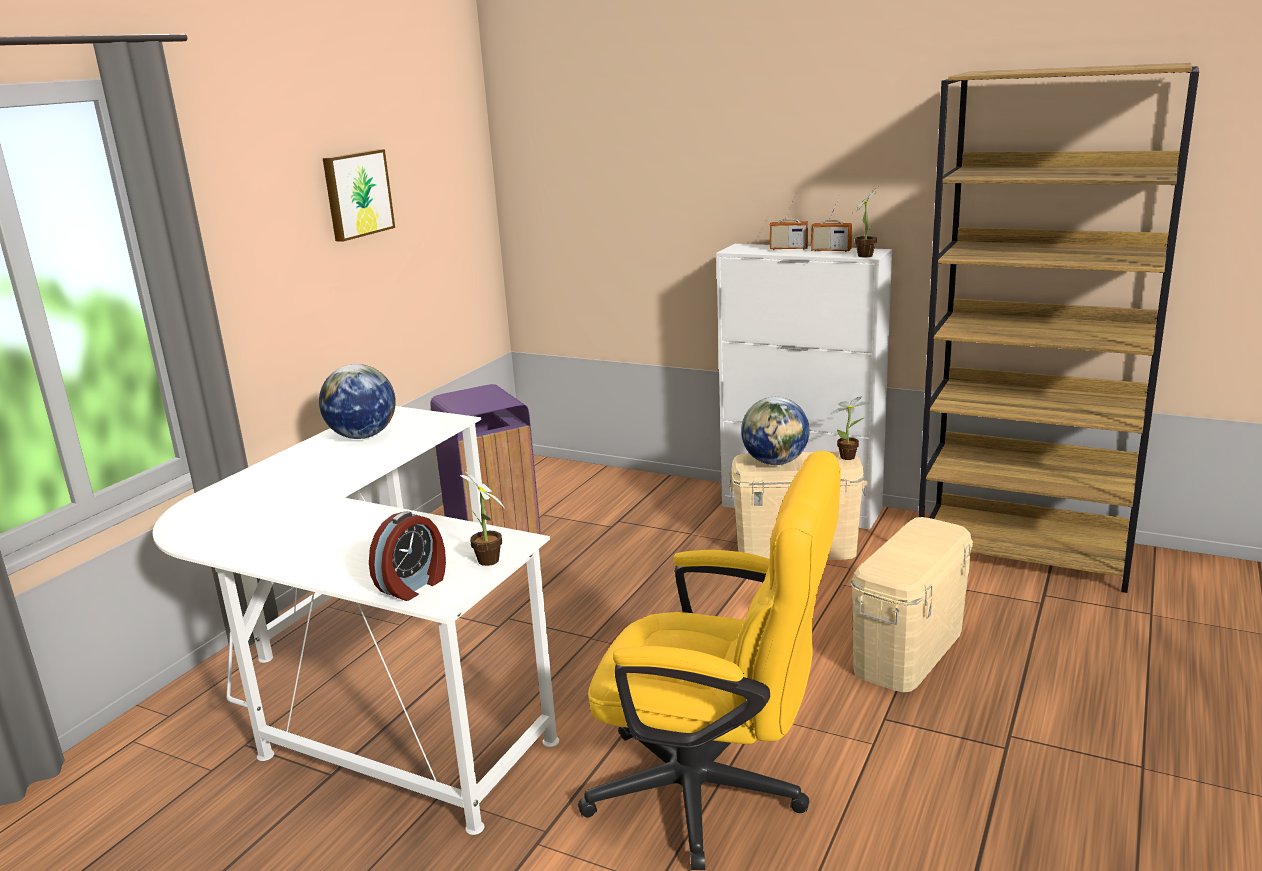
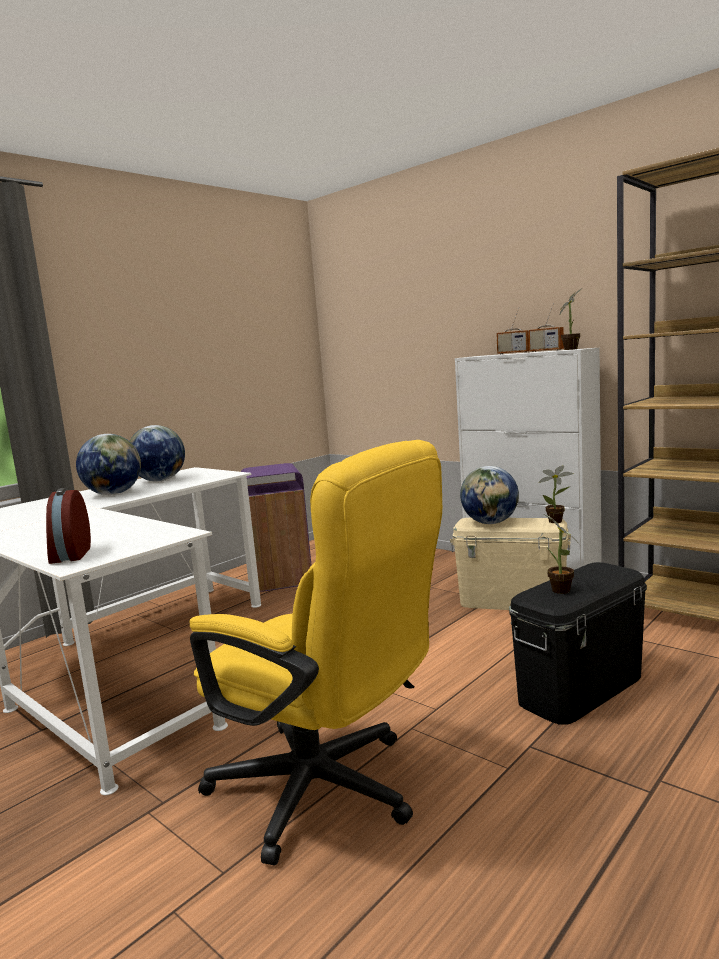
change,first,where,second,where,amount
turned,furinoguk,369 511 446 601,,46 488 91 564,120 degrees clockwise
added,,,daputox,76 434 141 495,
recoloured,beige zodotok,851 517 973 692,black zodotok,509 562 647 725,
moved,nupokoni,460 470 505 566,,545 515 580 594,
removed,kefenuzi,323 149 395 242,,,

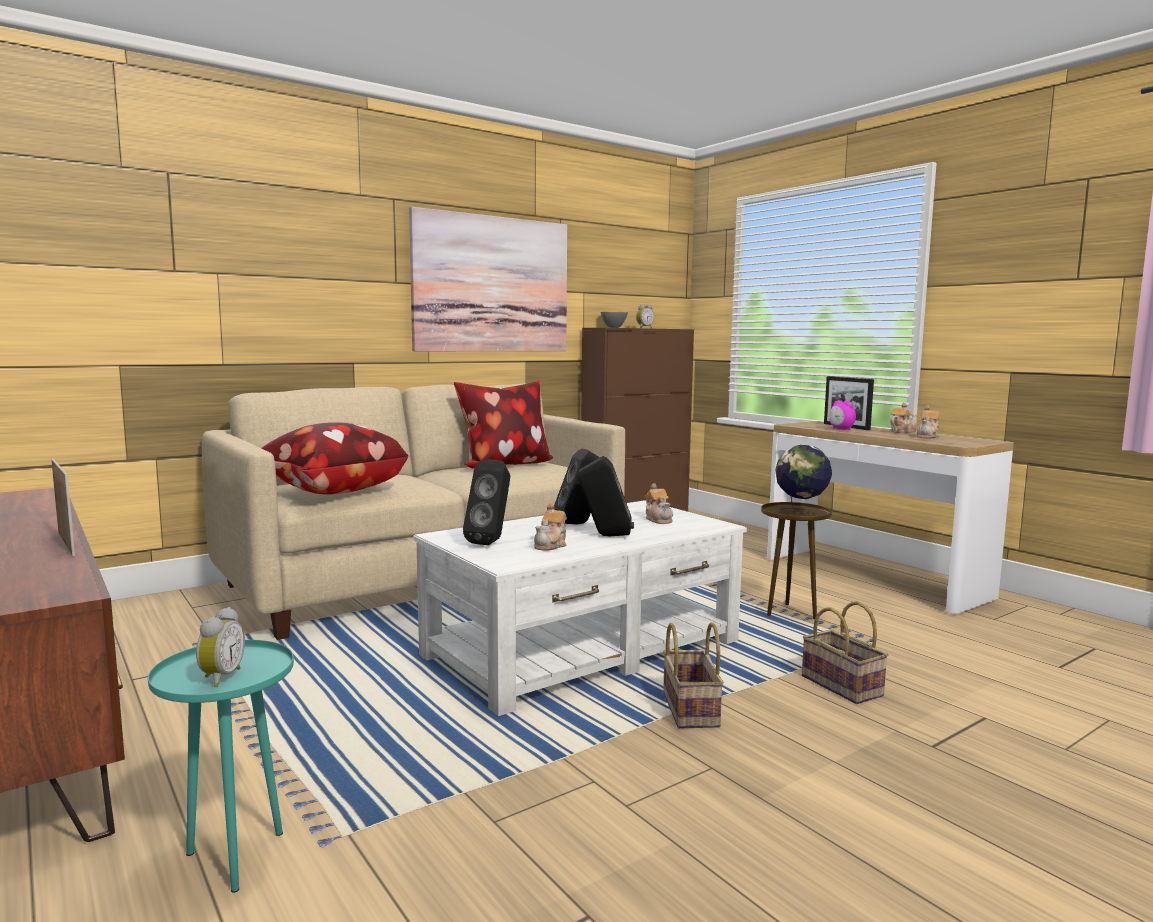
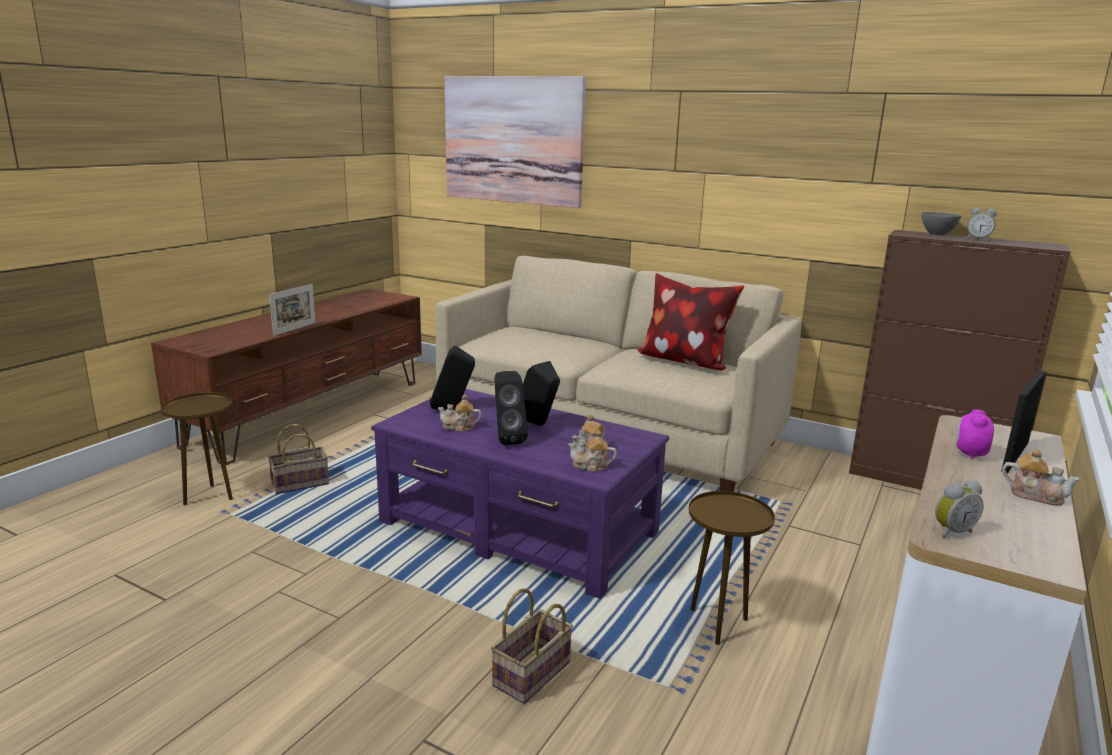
change,first,where,second,where,amount
recoloured,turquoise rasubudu,148 640 294 893,brown rasubudu,161 392 233 505,
moved,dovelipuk,663 622 724 728,,268 424 329 494,
recoloured,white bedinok,413 500 747 716,purple bedinok,371 389 669 599,
moved,kefenuzi,409 207 567 351,,445 76 586 208,
moved,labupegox,917 405 940 438,,568 430 617 472,
moved,furinoguk,196 607 245 687,,935 480 984 538,
removed,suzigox,261 422 409 495,,,
removed,daputox,775 445 832 516,,,

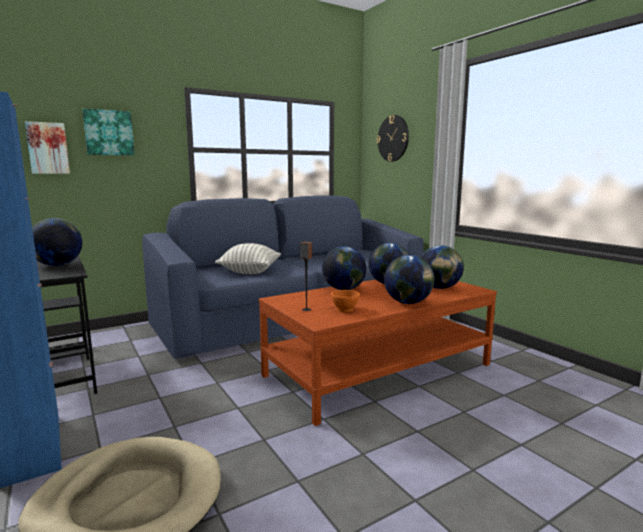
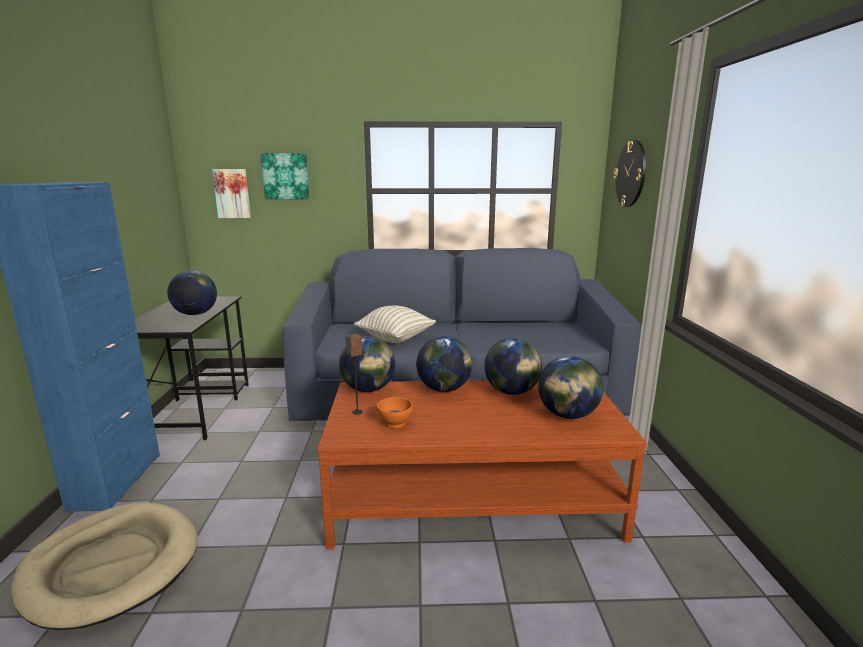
change,first,where,second,where,amount
moved,daputox,384 255 434 304,,339 336 395 392,

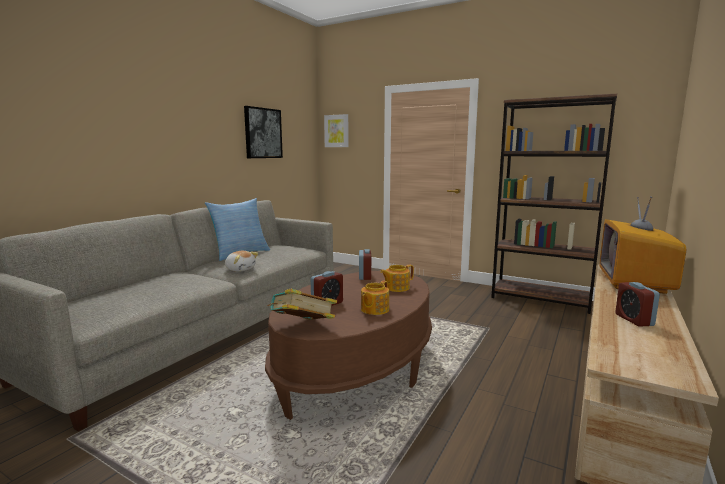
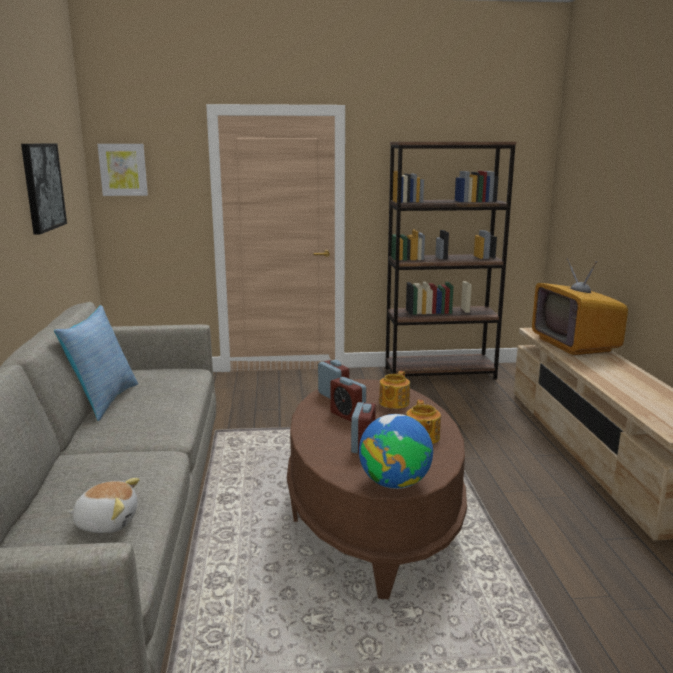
change,first,where,second,where,amount
moved,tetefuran,225 251 258 272,,67 478 140 533,
moved,furinoguk,615 282 660 327,,330 377 366 422,
replaced,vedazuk,267 289 337 320,daputox,359 414 433 489,

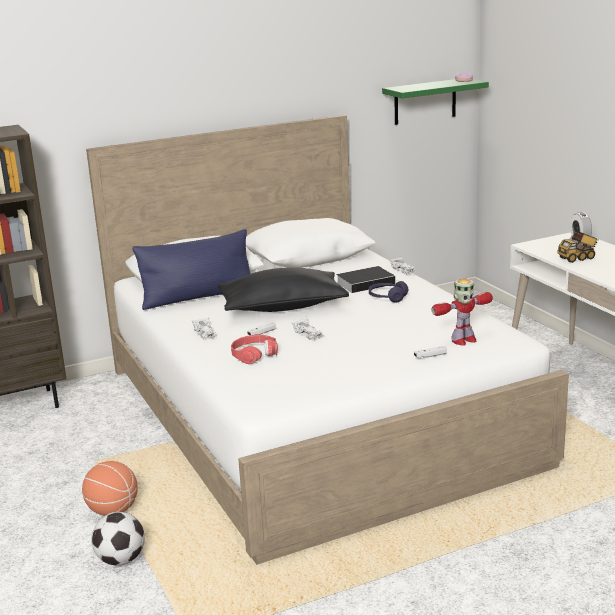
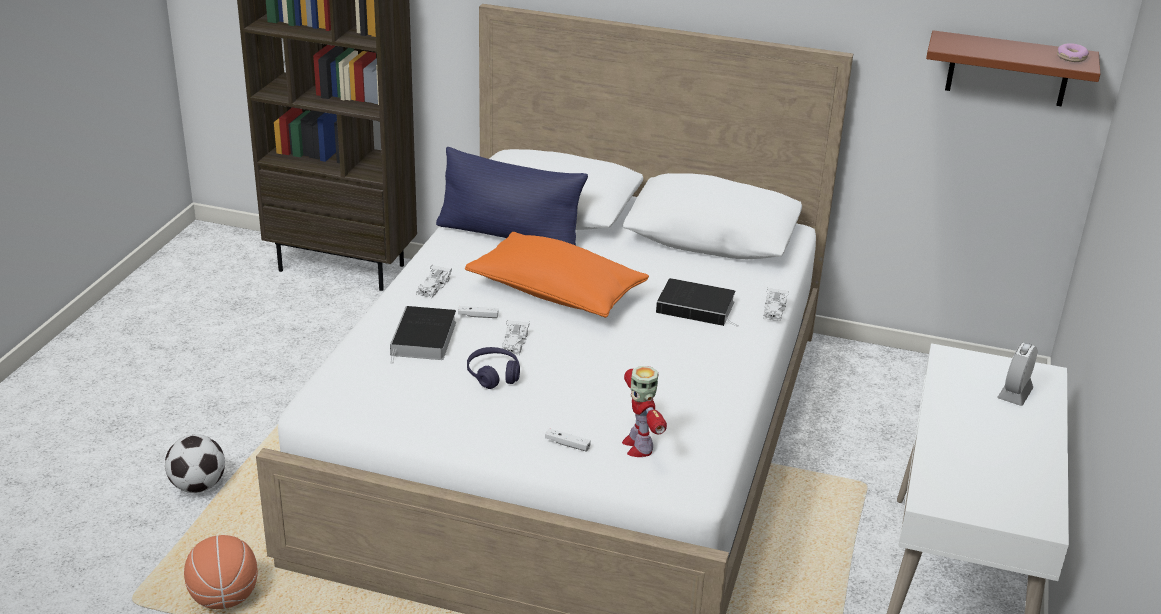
change,first,where,second,where,amount
moved,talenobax,82 461 138 516,,184 535 258 609,
replaced,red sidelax,231 335 278 364,vedazuk,390 306 456 364,
recoloured,black suzigox,218 267 349 312,orange suzigox,465 232 649 318,
moved,purple sidelax,369 281 408 303,,467 347 520 389,
turned,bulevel,431 279 493 346,,622 366 667 457,60 degrees clockwise
recoloured,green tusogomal,382 79 489 125,brown tusogomal,926 30 1100 106,
removed,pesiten,557 230 598 263,,,

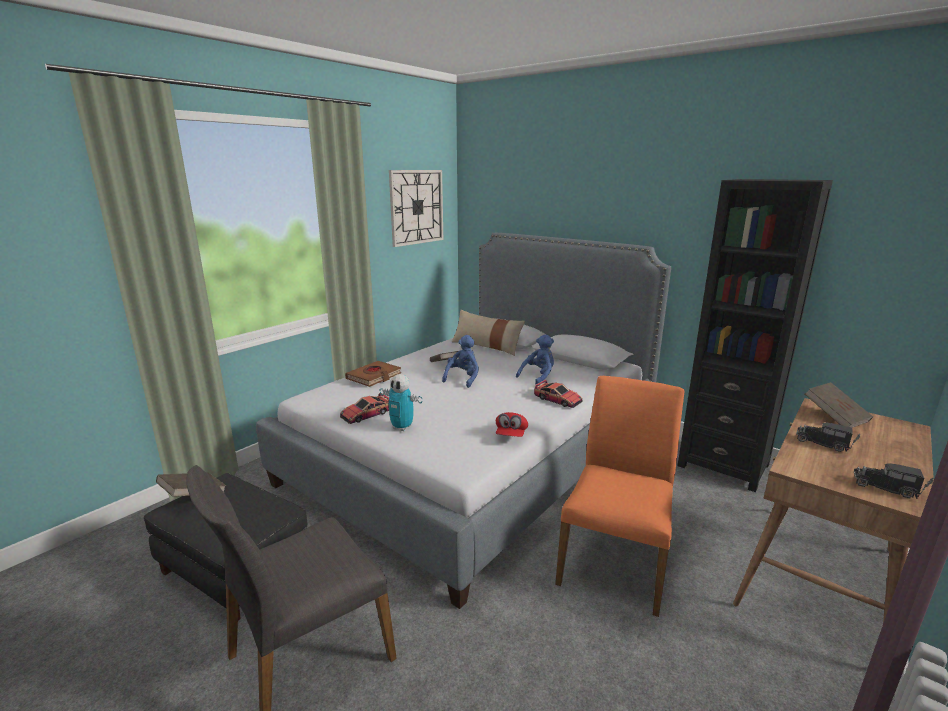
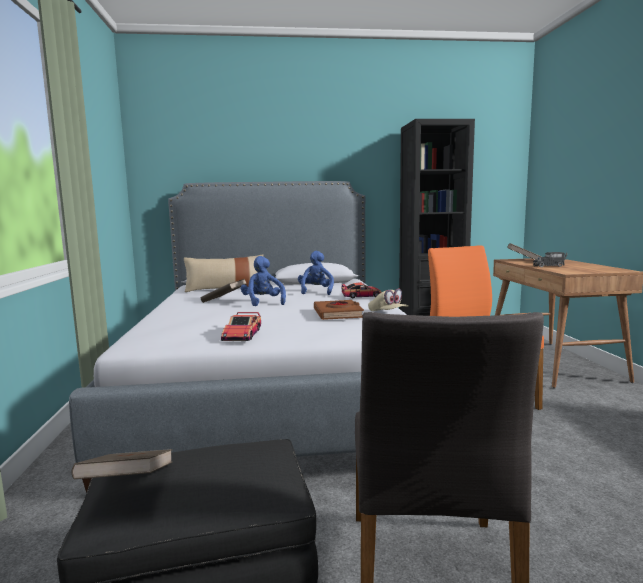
change,first,where,second,where,amount
moved,brown vedazuk,345 361 401 387,,314 300 364 320,
recoloured,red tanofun,496 412 528 437,beige tanofun,368 288 408 311,
removed,bulevel,380 374 423 431,,,
removed,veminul,389 170 443 247,,,
removed,pesiten,854 463 933 499,,,

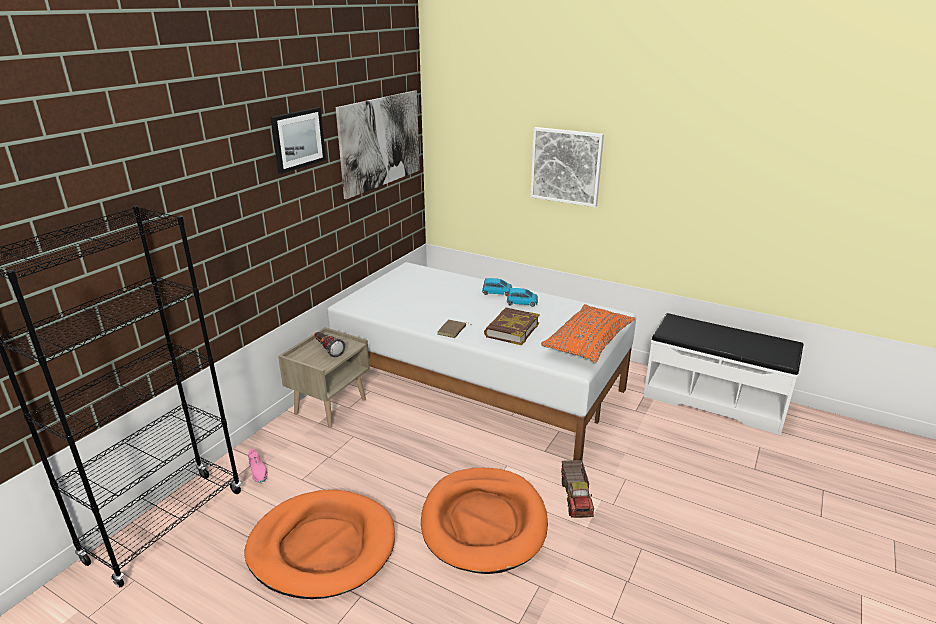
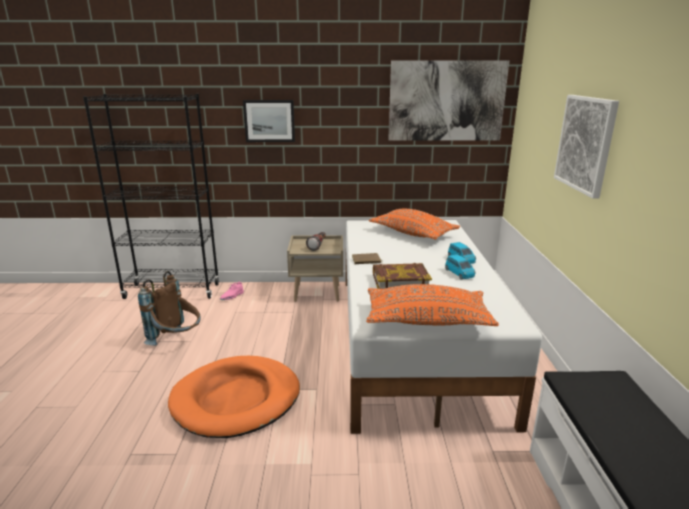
change,first,where,second,where,amount
replaced,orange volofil,244 490 395 599,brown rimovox,138 271 201 346,
moved,kefenuzi,271 107 326 174,,243 100 295 142,
added,,,orange suzigox,369 209 460 239,
removed,pesiten,561 460 594 518,,,

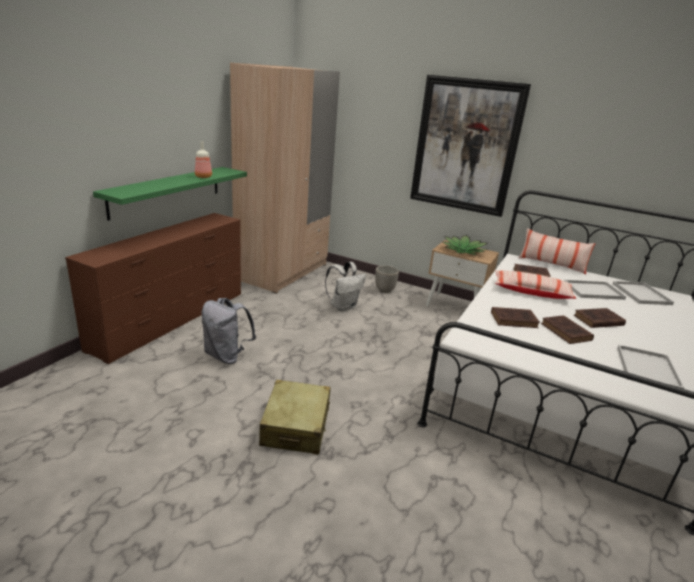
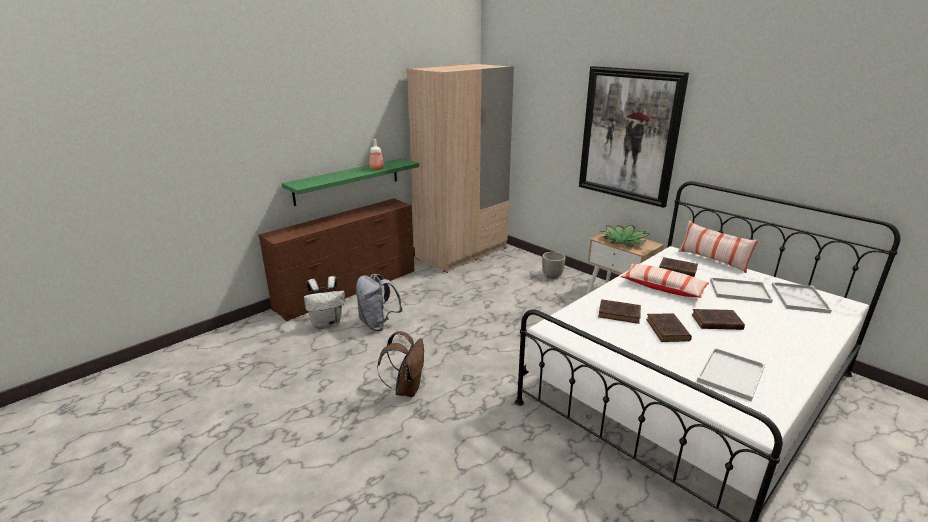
change,first,where,second,where,amount
moved,white rimovox,325 262 366 312,,304 276 345 329,
replaced,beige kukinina,259 380 331 454,brown rimovox,377 331 424 397,

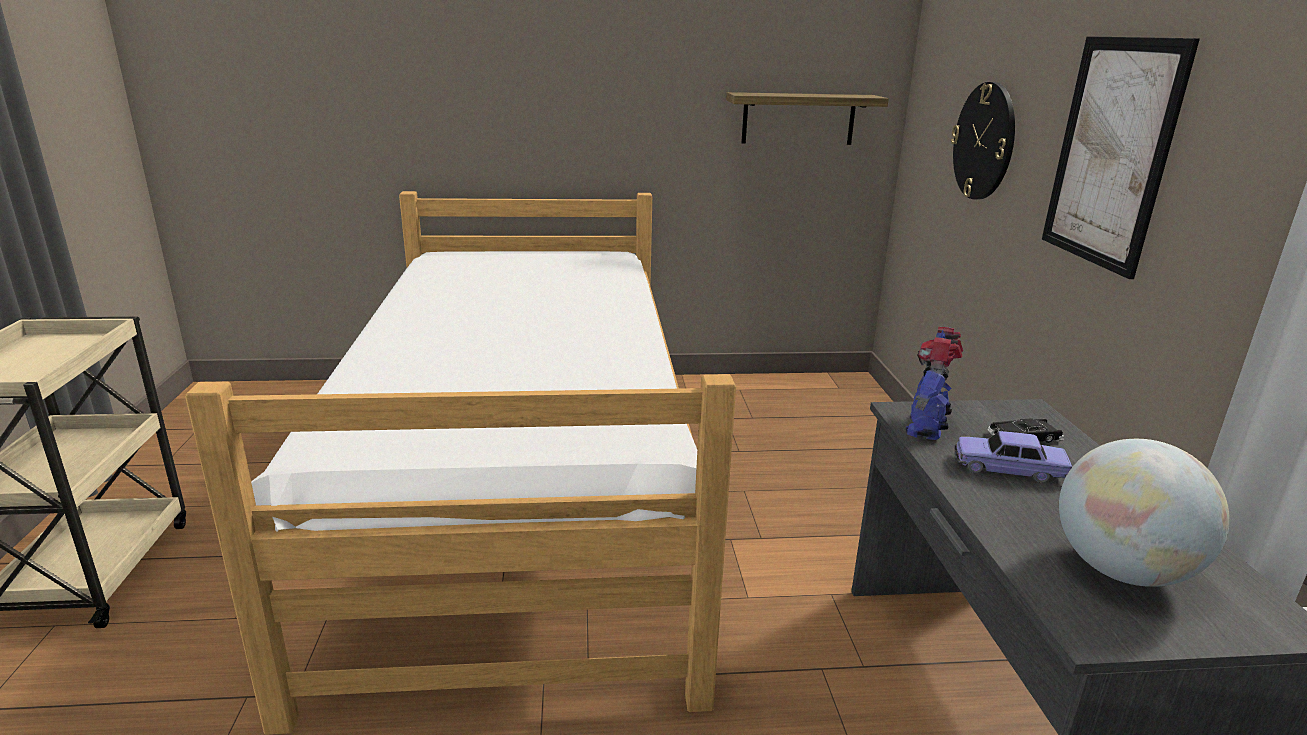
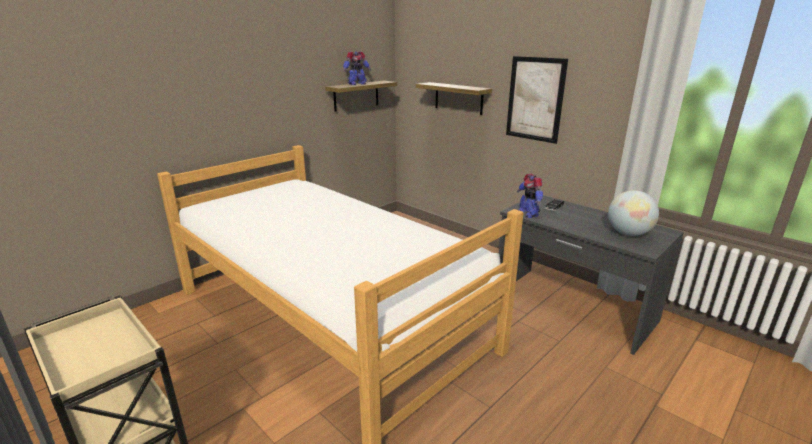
change,first,where,second,where,amount
added,,,bulevel,343 51 371 85,
replaced,veminul,951 82 1015 199,tusogomal,416 82 492 115,
removed,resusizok,955 431 1072 483,,,

